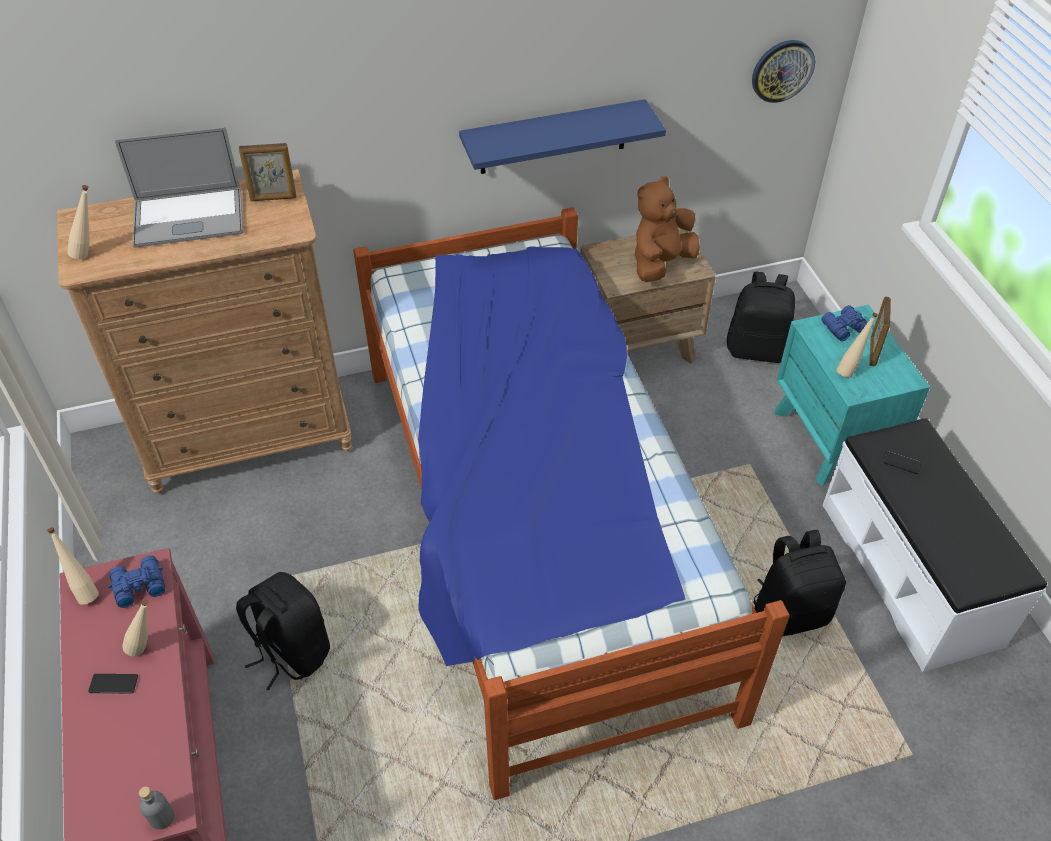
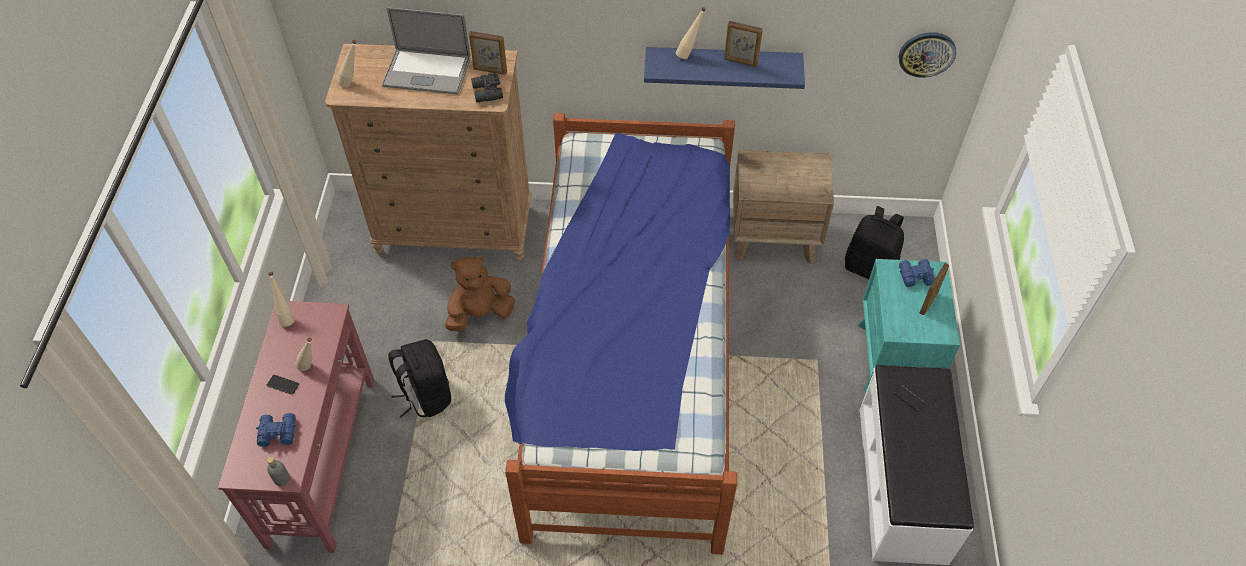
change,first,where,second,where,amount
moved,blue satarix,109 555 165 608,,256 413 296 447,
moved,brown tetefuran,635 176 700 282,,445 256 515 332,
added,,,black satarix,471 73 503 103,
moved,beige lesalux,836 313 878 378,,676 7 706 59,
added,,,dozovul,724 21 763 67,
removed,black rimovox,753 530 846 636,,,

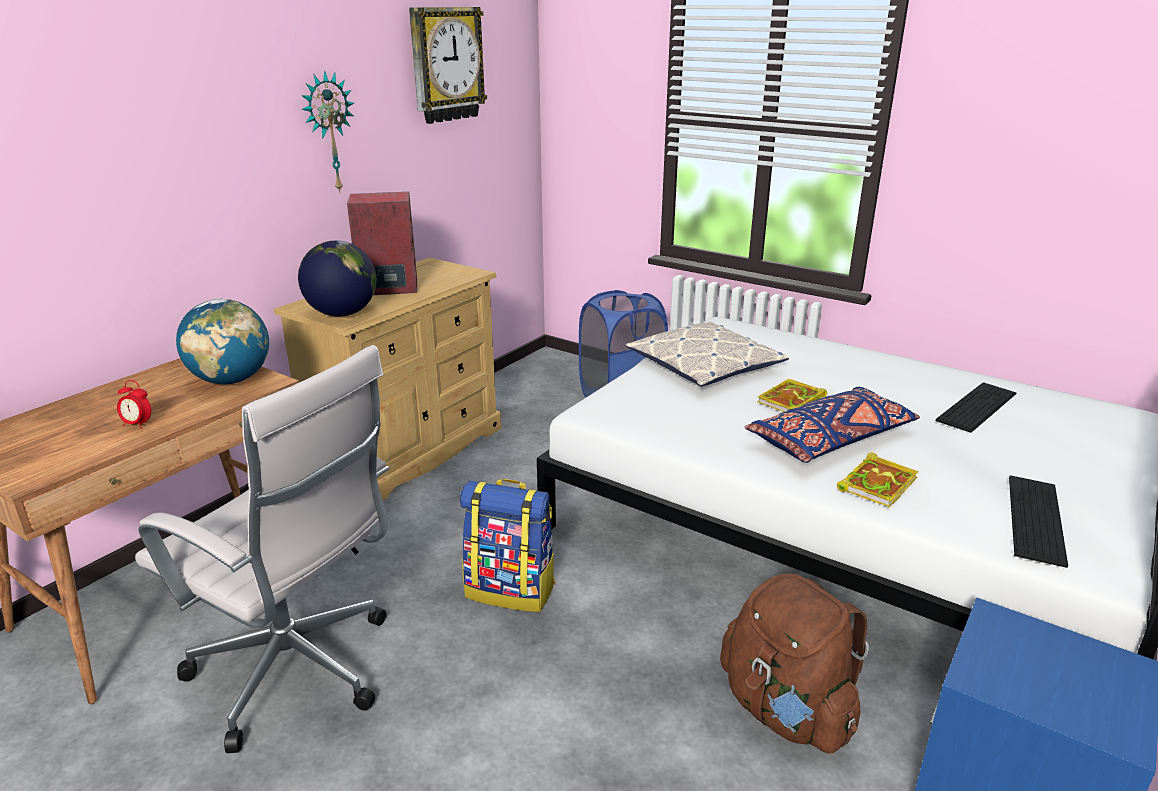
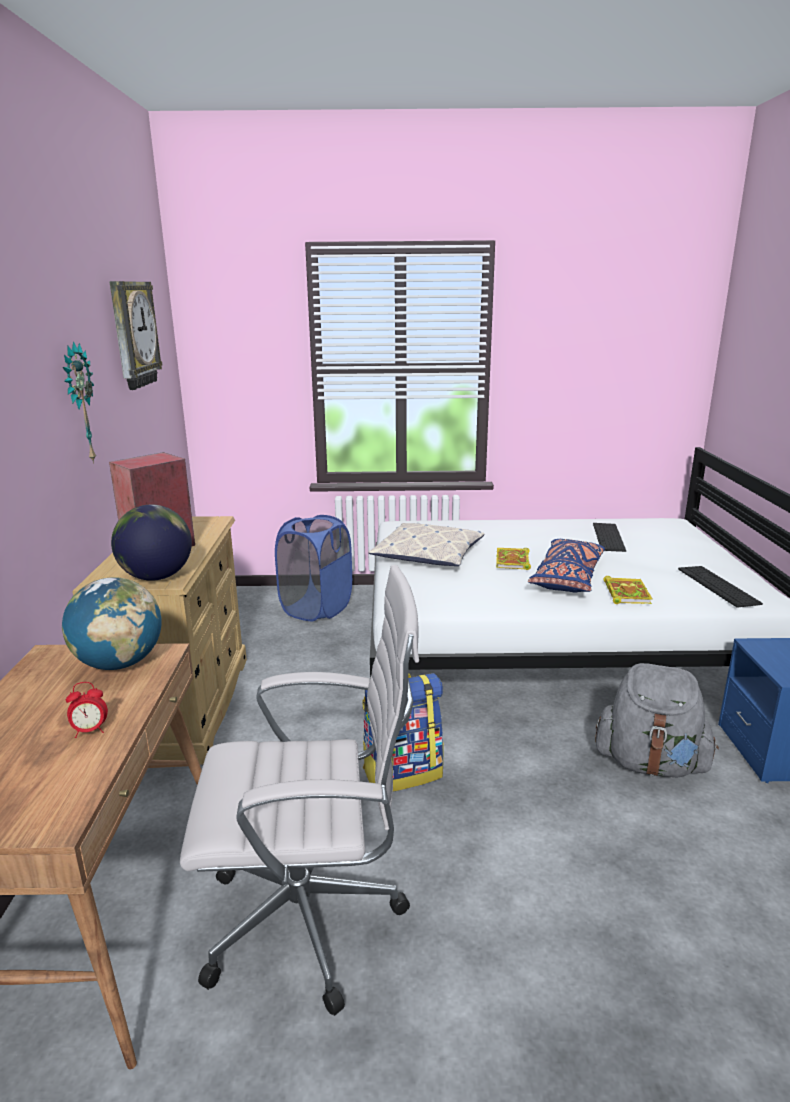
change,first,where,second,where,amount
recoloured,brown rimovox,720 573 869 754,grey rimovox,595 663 719 777,

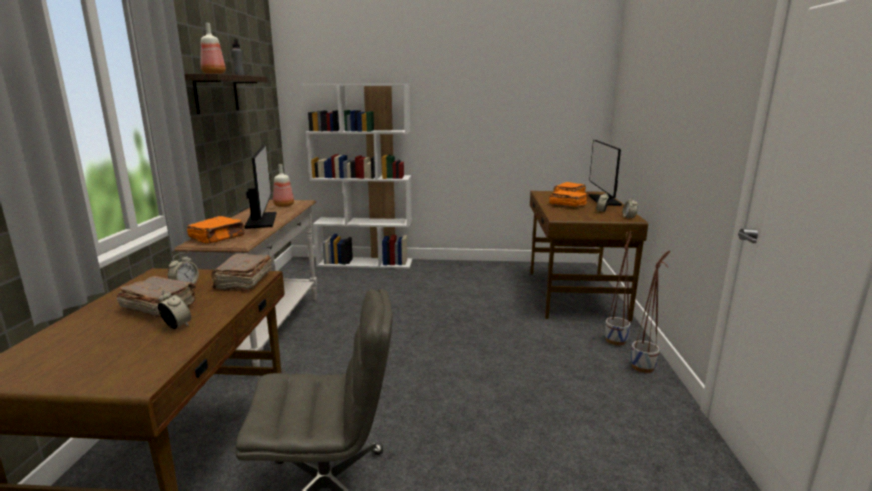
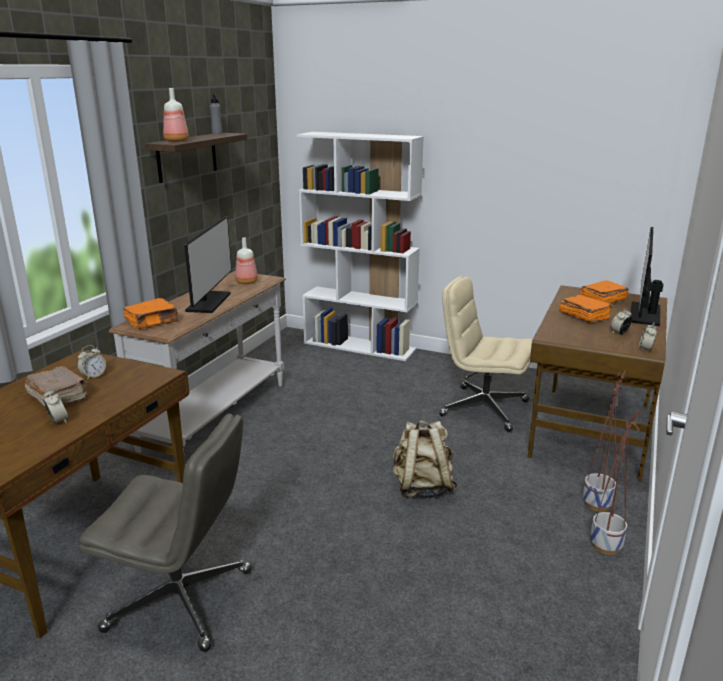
change,first,where,second,where,amount
added,,,beige rimovox,393 420 458 498,
added,,,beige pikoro,439 276 533 432,
removed,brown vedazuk,211 254 272 291,,,

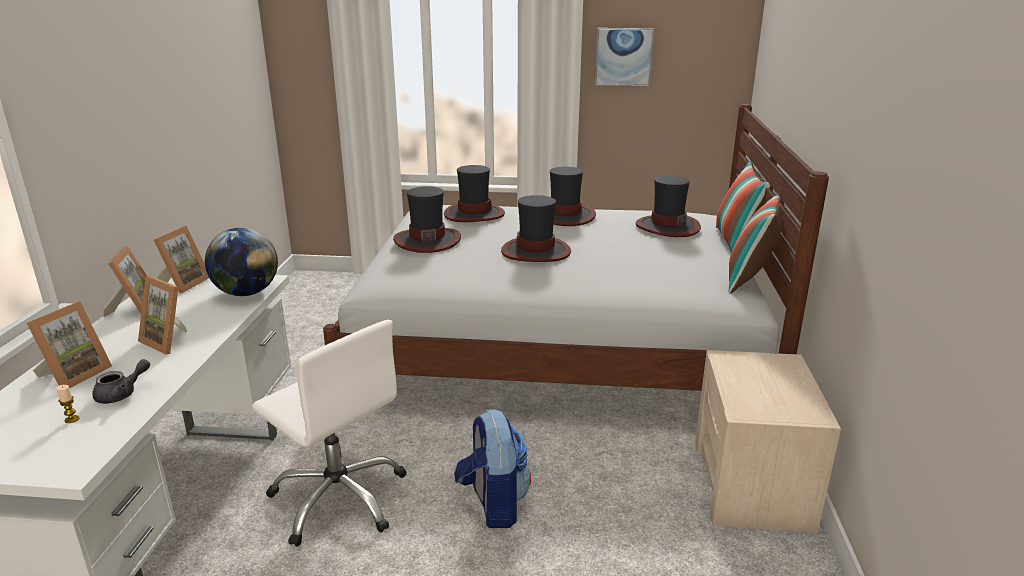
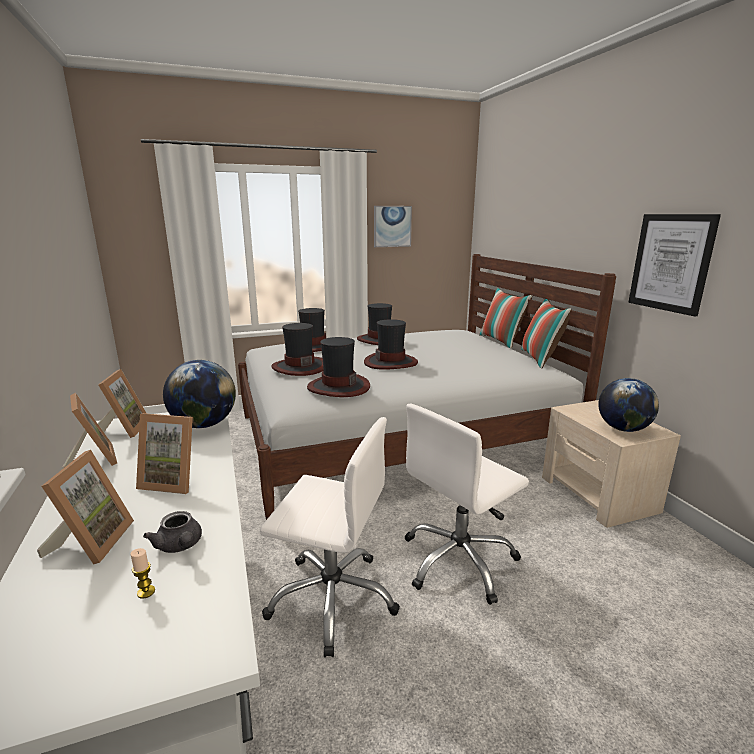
change,first,where,second,where,amount
turned,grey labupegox,92 359 150 404,,143 511 202 553,120 degrees clockwise
moved,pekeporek,636 175 701 237,,307 337 370 397,
replaced,rimovox,454 409 531 528,white pikoro,404 403 529 605,
added,,,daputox,598 378 659 432,
added,,,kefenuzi,628 214 721 316,

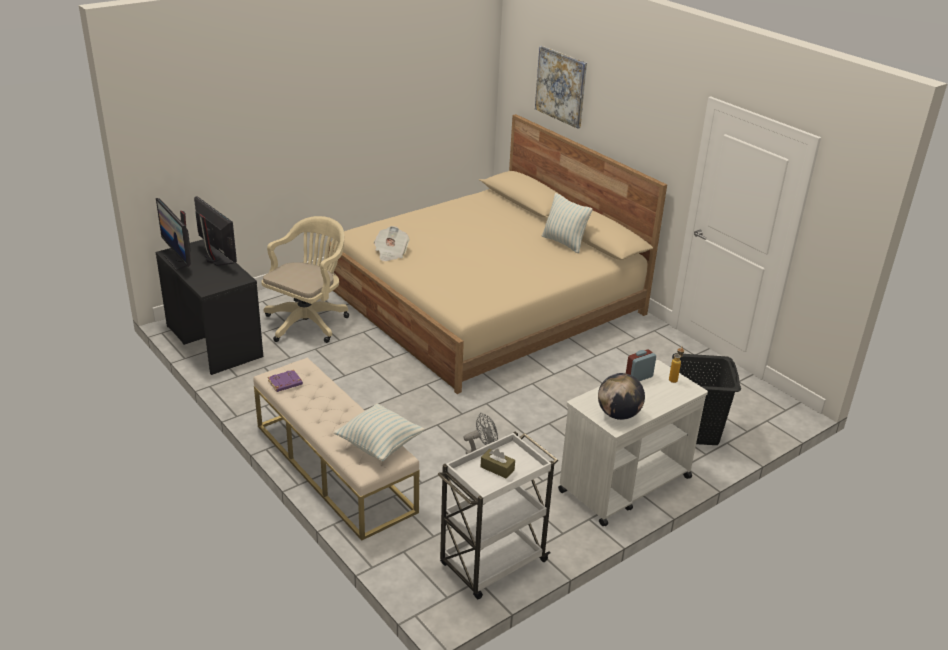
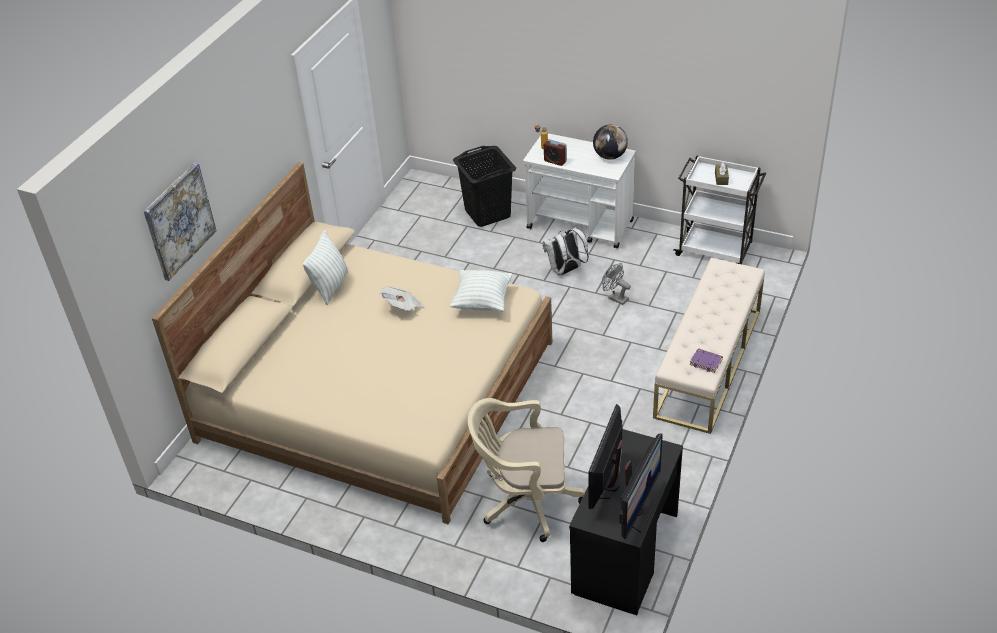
change,first,where,second,where,amount
moved,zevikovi,374 226 410 261,,379 286 424 311,
moved,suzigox,334 403 424 461,,450 270 512 312,
added,,,white rimovox,543 227 589 276,

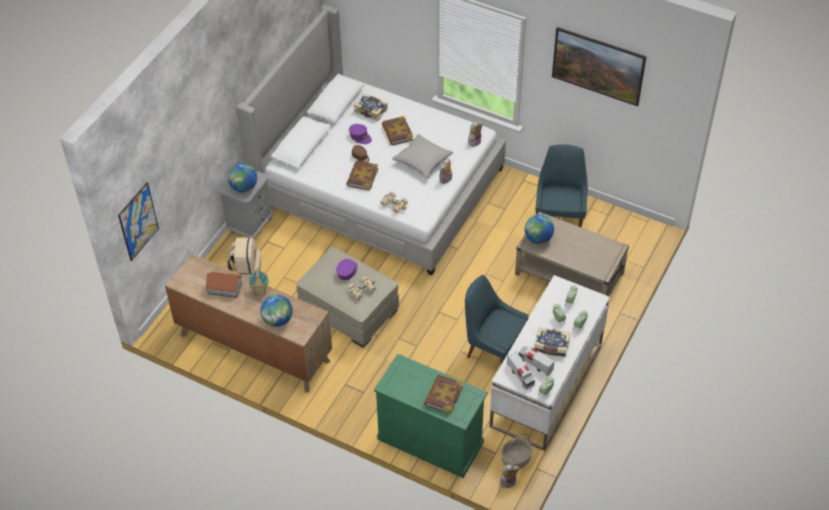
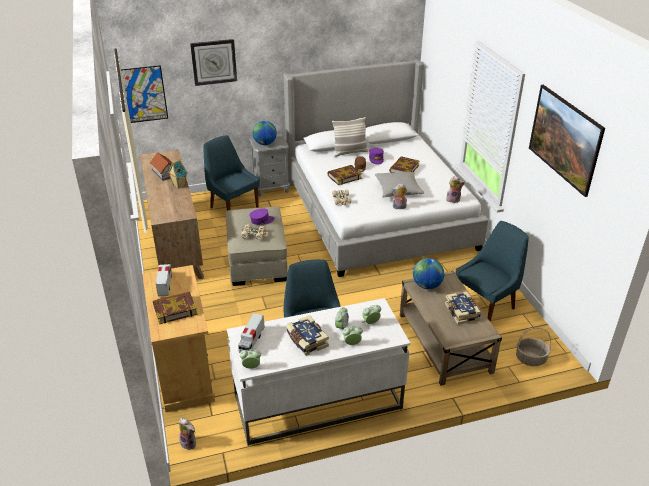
change,first,where,second,where,amount
recoloured,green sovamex,374 354 488 478,beige sovamex,143 265 215 412,
moved,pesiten,519 346 555 376,,156 264 172 297,
added,,,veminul,190 39 237 86,
replaced,beige rimovox,227 237 261 278,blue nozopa,204 135 259 211,
added,,,suzigox,332 117 368 157,
moved,vedazuk,354 94 388 121,,445 291 481 324,
moved,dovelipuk,501 434 533 469,,516 328 551 366,
removed,daputox,261 295 293 327,,,

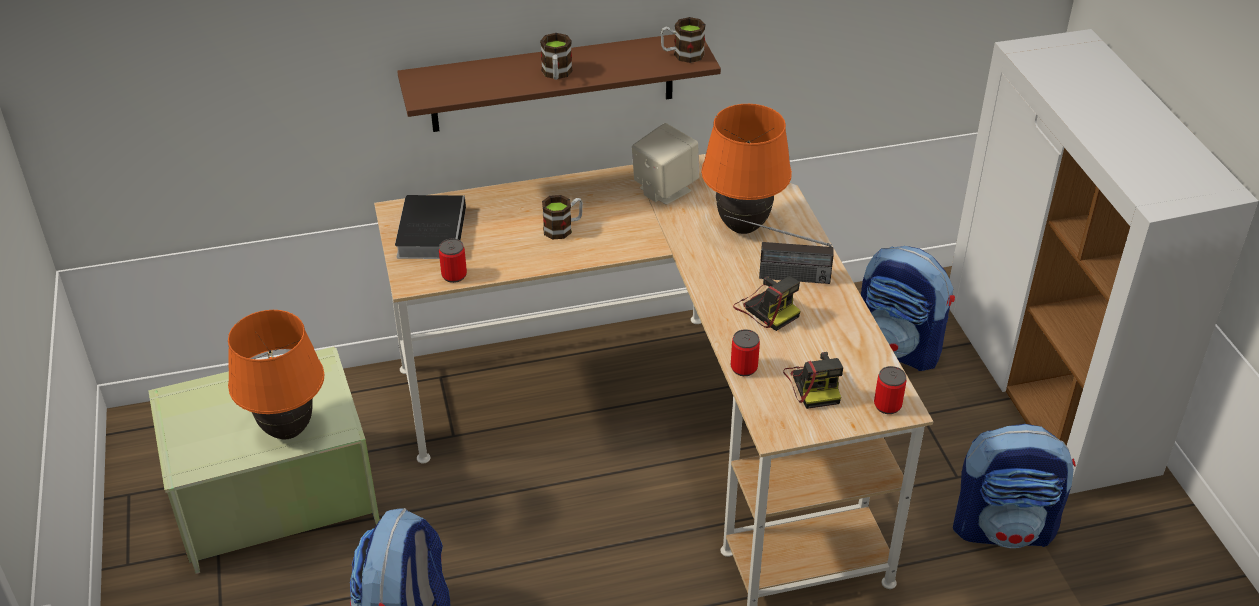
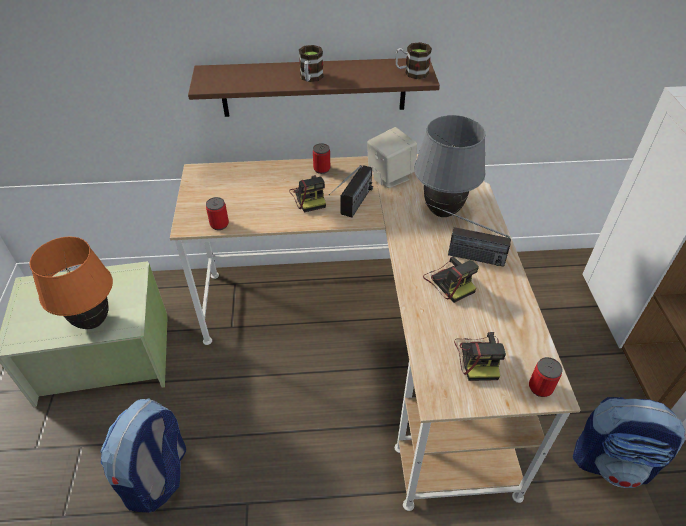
change,first,where,second,where,amount
replaced,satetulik,542 195 583 239,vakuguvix,289 175 326 213,
moved,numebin,731 329 760 376,,313 143 330 174,
added,,,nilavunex,329 165 373 217,
recoloured,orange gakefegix,701 104 792 234,grey gakefegix,414 115 486 217,
removed,vedazuk,395 195 466 259,,,
removed,rimovox,861 246 955 371,,,

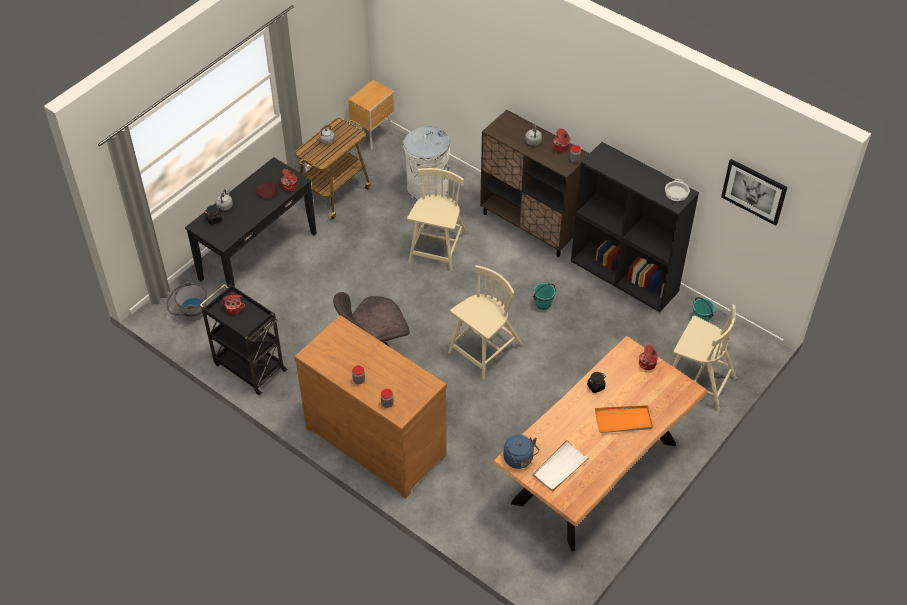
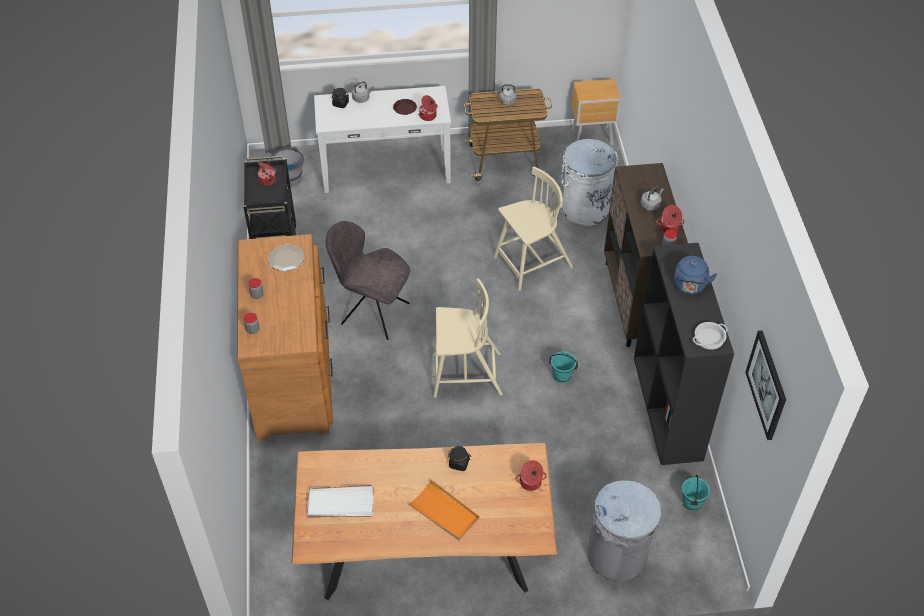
change,first,where,second,where,amount
added,,,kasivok,268 244 305 272,
recoloured,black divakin,185 157 317 287,white divakin,314 86 451 193,
replaced,beige nozopa,672 304 737 411,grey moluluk,587 480 662 581,
moved,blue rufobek,503 435 539 469,,674 256 717 294,

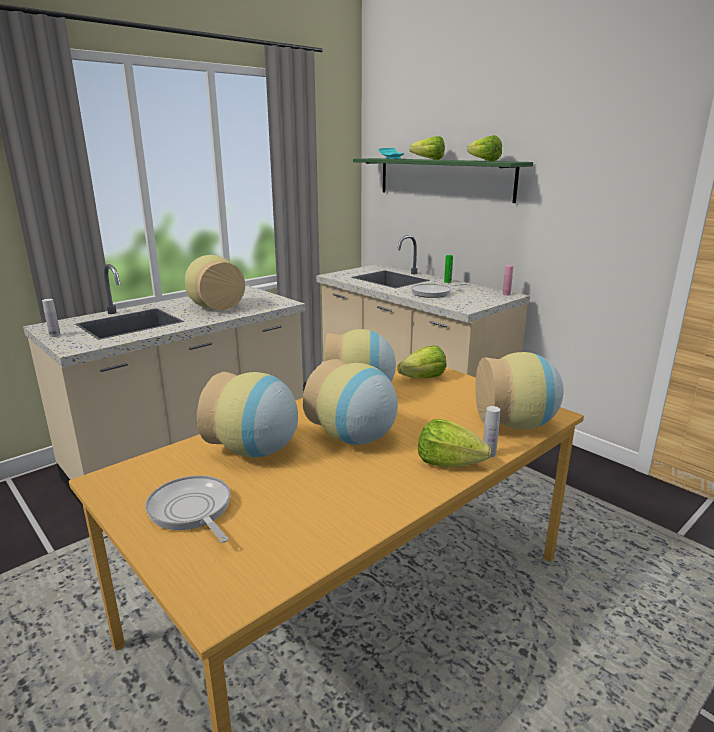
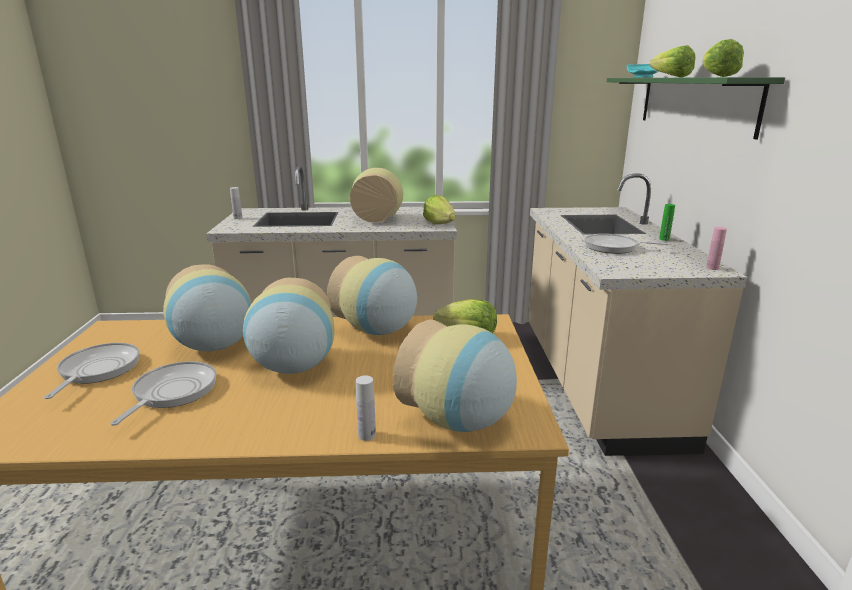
change,first,where,second,where,amount
added,,,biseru,110 361 217 426,
moved,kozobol,418 419 491 467,,423 195 456 224,

